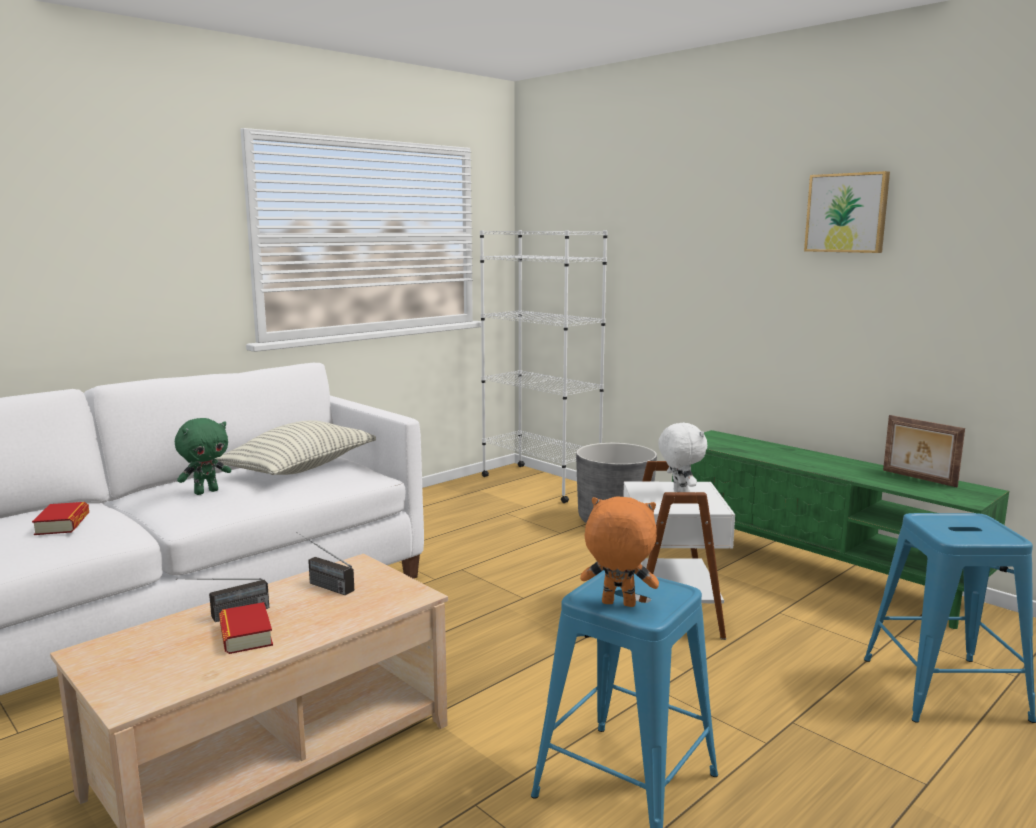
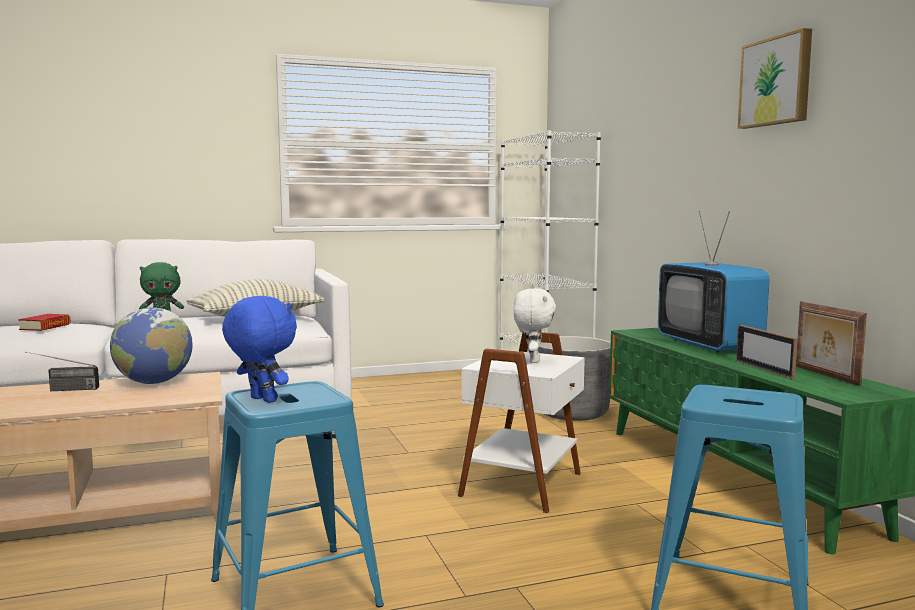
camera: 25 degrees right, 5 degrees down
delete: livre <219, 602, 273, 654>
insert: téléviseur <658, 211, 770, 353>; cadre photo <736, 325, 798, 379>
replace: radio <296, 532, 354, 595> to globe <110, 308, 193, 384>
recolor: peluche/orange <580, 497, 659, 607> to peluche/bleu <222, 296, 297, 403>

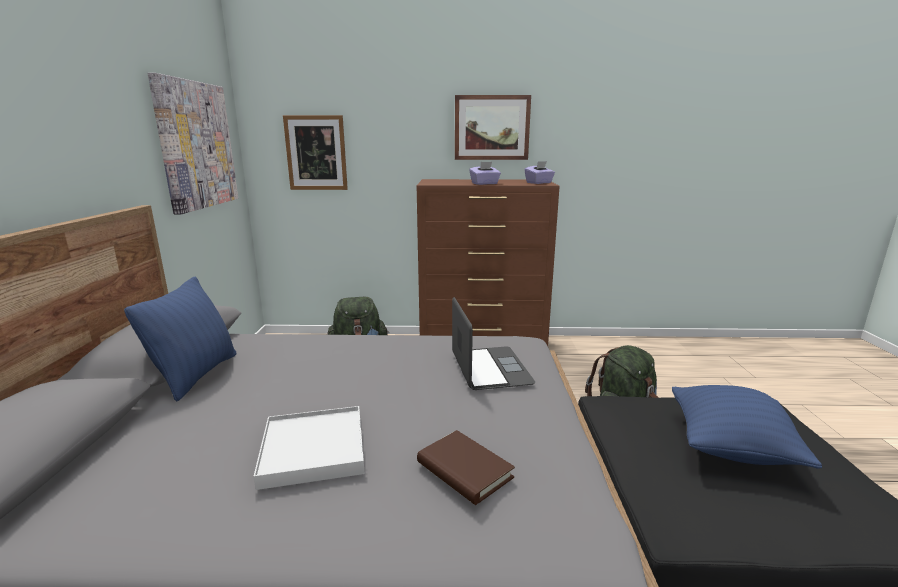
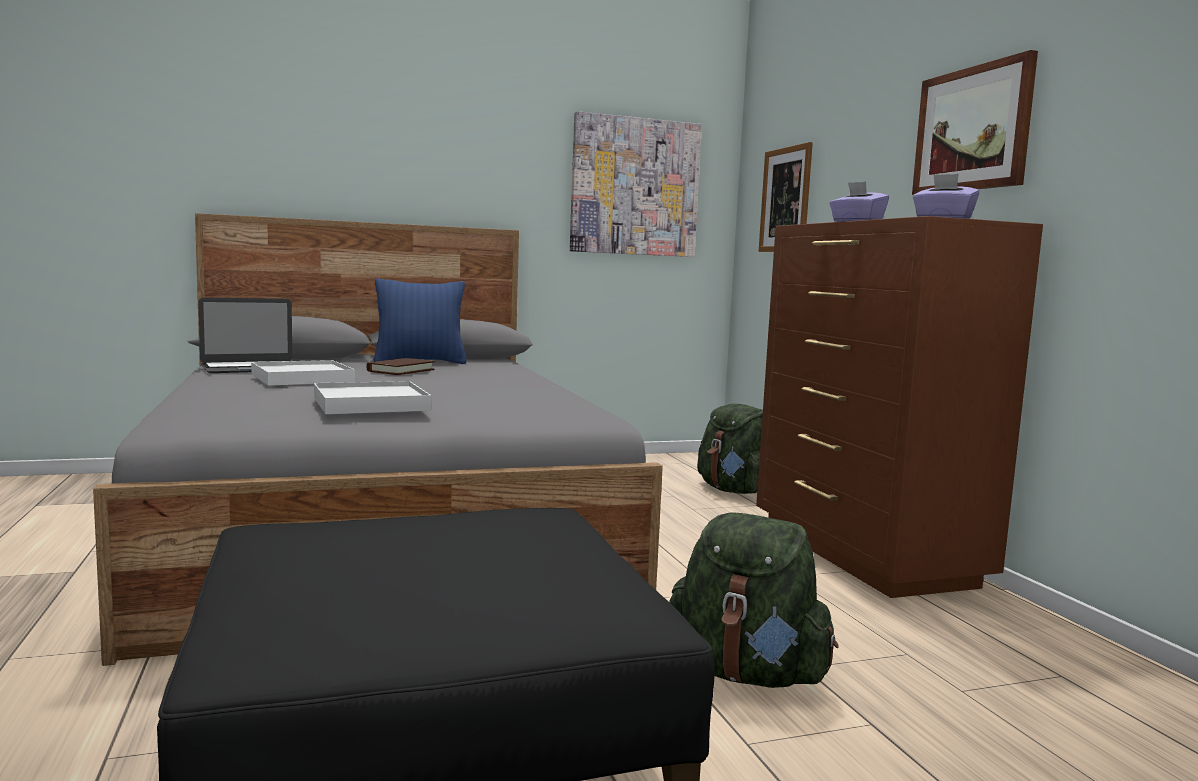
camera: 70 degrees right, 10 degrees down
delete: coussin/bleu <672, 385, 822, 469>
insert: plateau/blanc <314, 381, 431, 414>
move: livre/marron <417, 430, 515, 505> to <367, 358, 435, 375>; ordinateur portable <452, 297, 535, 390> to <198, 297, 292, 373>

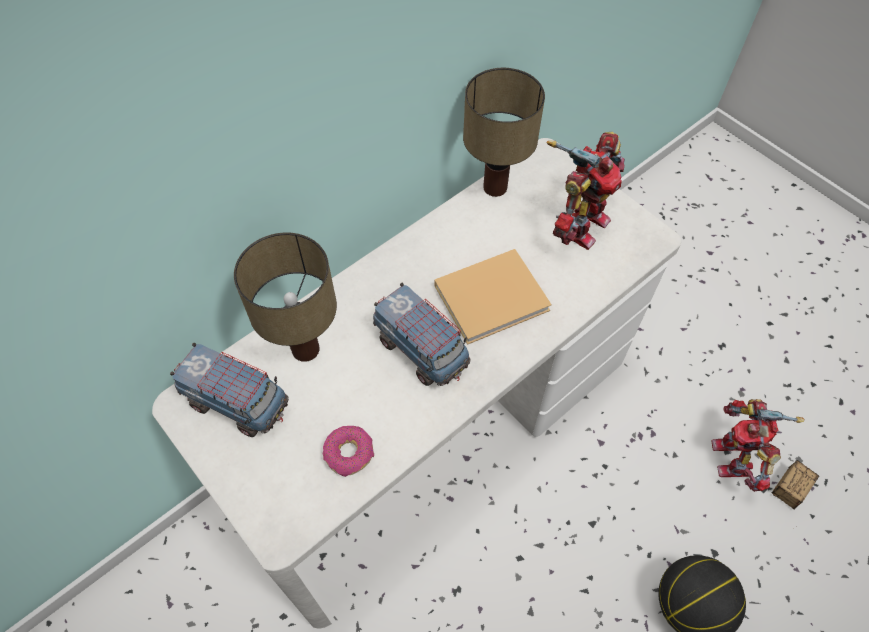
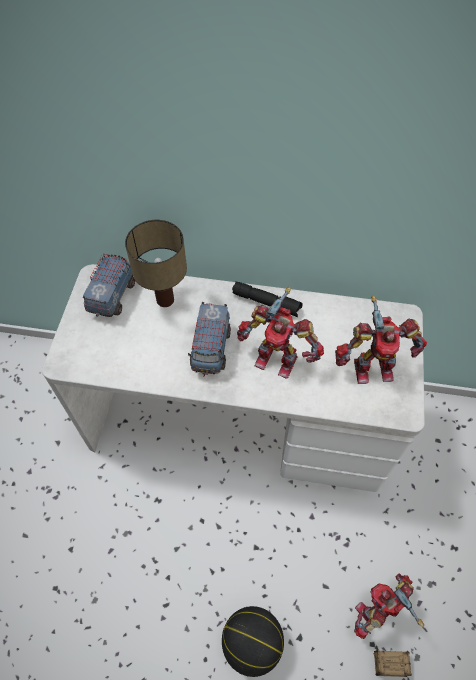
camera: 50 degrees right, 0 degrees up
delete: beignet <323, 426, 374, 477>; lampe de table <463, 68, 545, 197>
insert: lampe de poche/noir <232, 281, 303, 317>
replace: livre/beige <434, 249, 552, 345> to robot jouet <237, 287, 324, 379>
rotate: camion jouet <170, 343, 289, 437> = <83, 254, 135, 317> 150 degrees counterclockwise

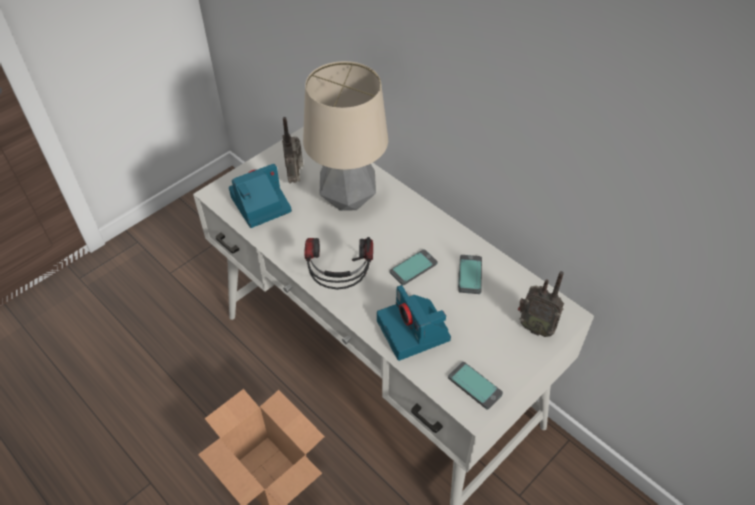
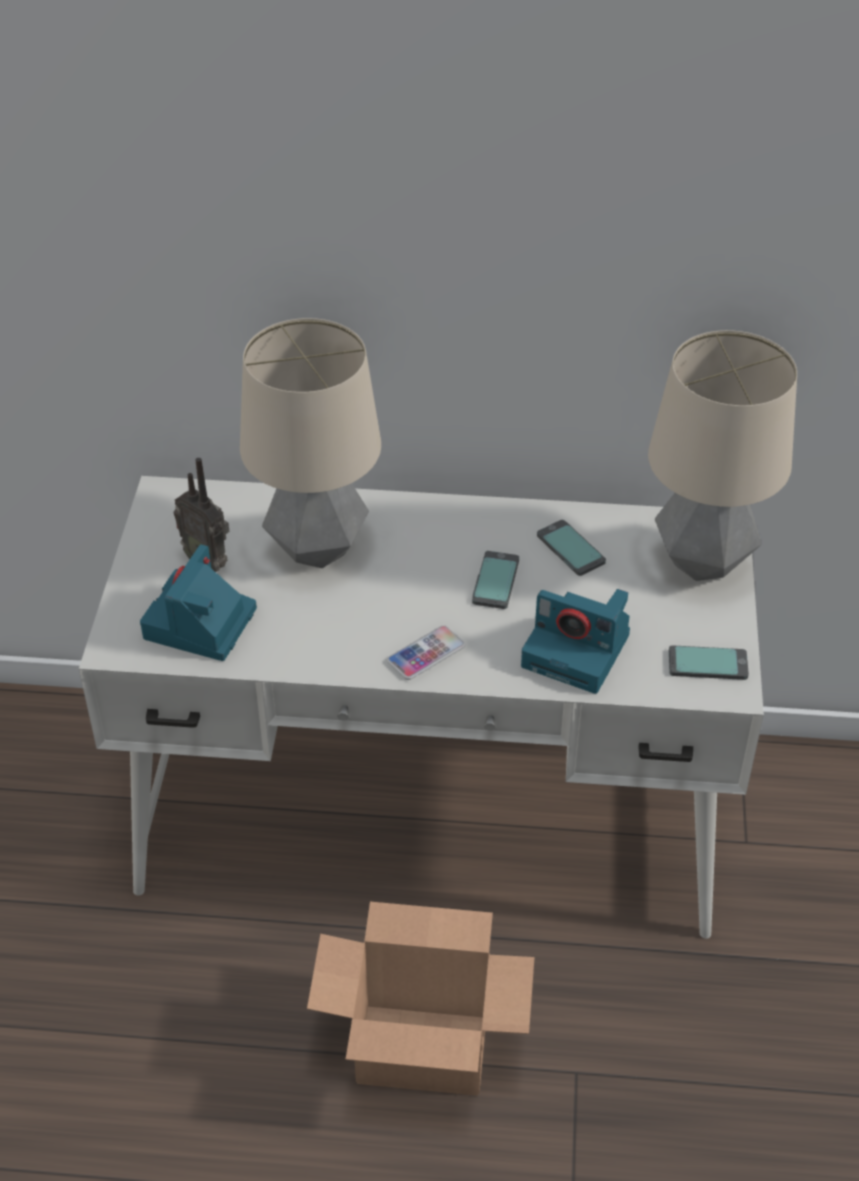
camera: 40 degrees left, 5 degrees down
replace: casque audio <304, 237, 373, 290> to téléphone <387, 625, 465, 680>; radio <518, 271, 564, 337> to lampe de table <648, 330, 797, 581>

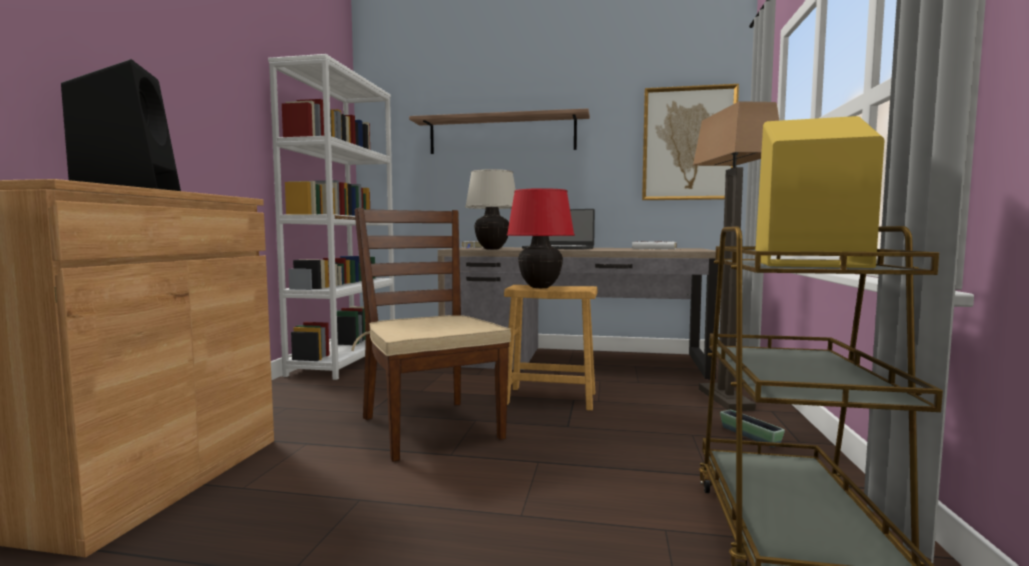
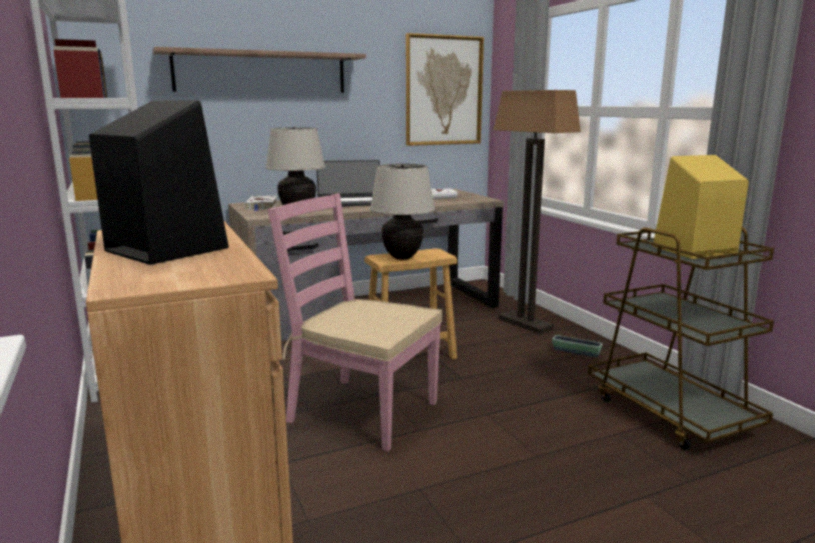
camera: 35 degrees left, 10 degrees up
recolor: chaise/marron <351, 208, 511, 462> to chaise/rose <268, 193, 443, 452>; lampe de table/rouge <507, 188, 575, 288> to lampe de table/beige <370, 164, 435, 260>

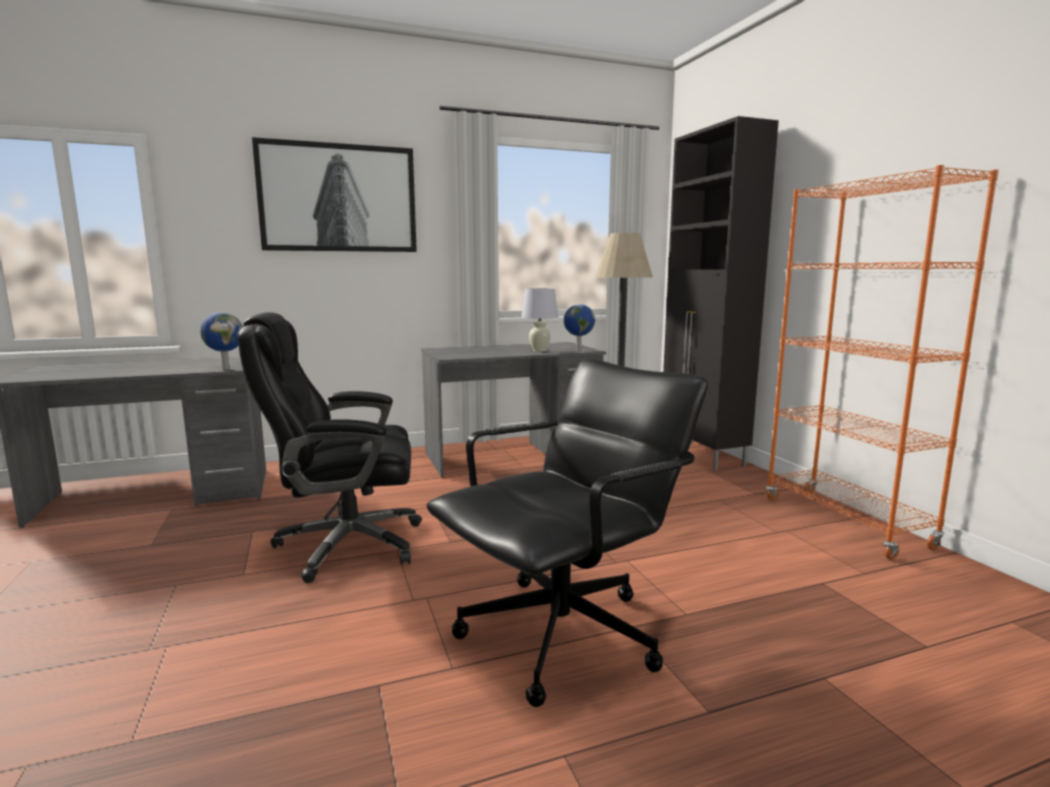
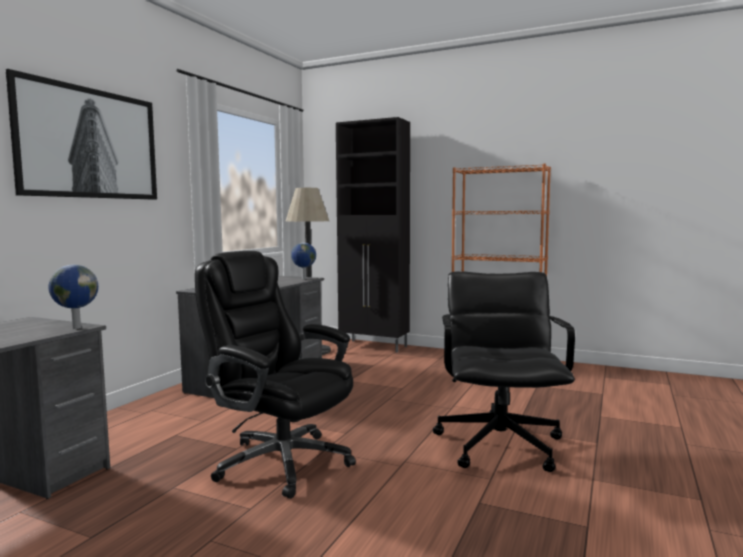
camera: 45 degrees left, 5 degrees down
delete: lampe de table/blanc <522, 288, 559, 352>
rotate: chaise de bureau/noir <237, 312, 422, 583> = <195, 251, 356, 499> 90 degrees clockwise

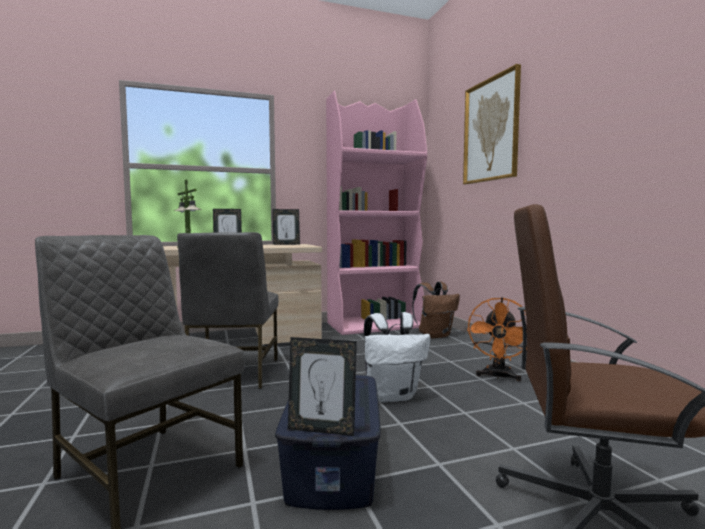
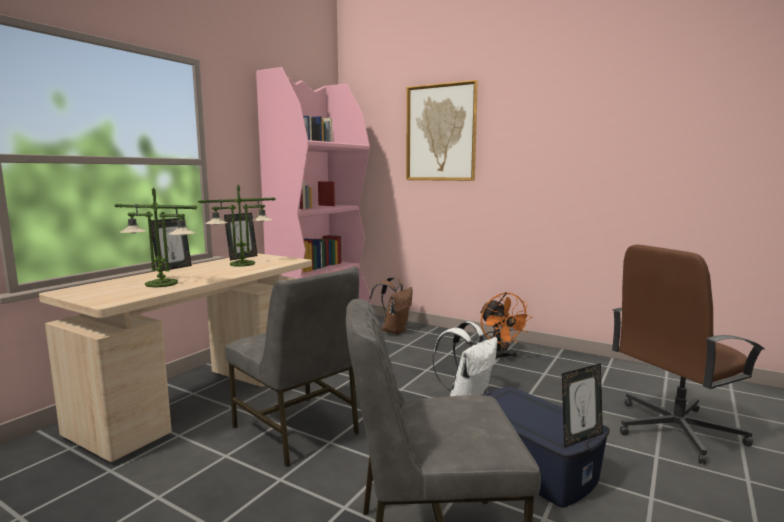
camera: 40 degrees left, 5 degrees up
insert: lampe de table <198, 185, 276, 267>

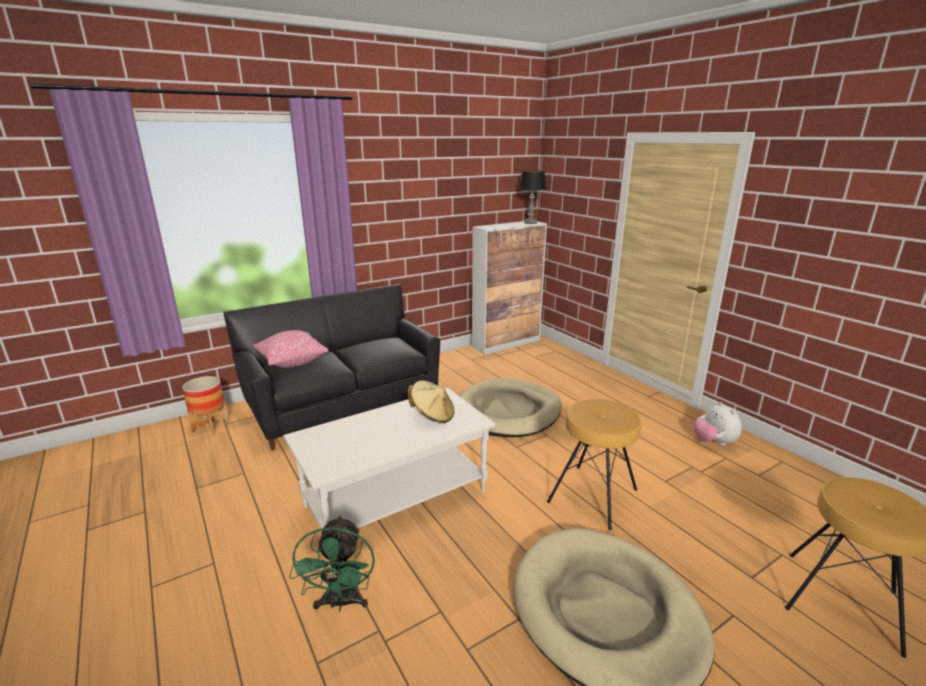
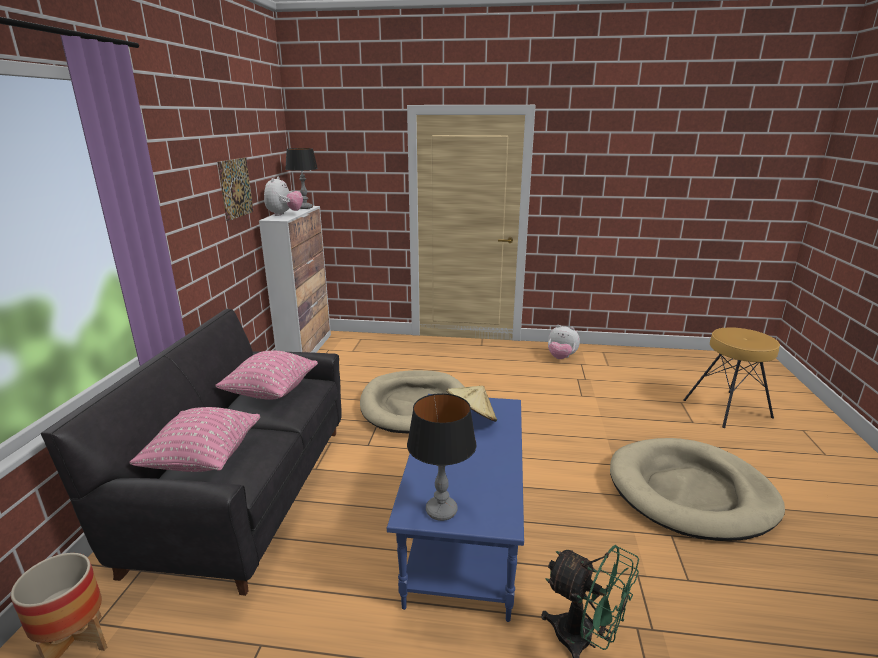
camera: 50 degrees left, 0 degrees up
delete: tabouret/marron <547, 399, 642, 530>
insert: coussin/rose <215, 351, 318, 400>; tableau <217, 157, 254, 221>; peluche <264, 177, 303, 216>; lampe de table <407, 393, 477, 521>
recolor: table basse/blanc <284, 388, 495, 528> to table basse/bleu <387, 394, 524, 622>

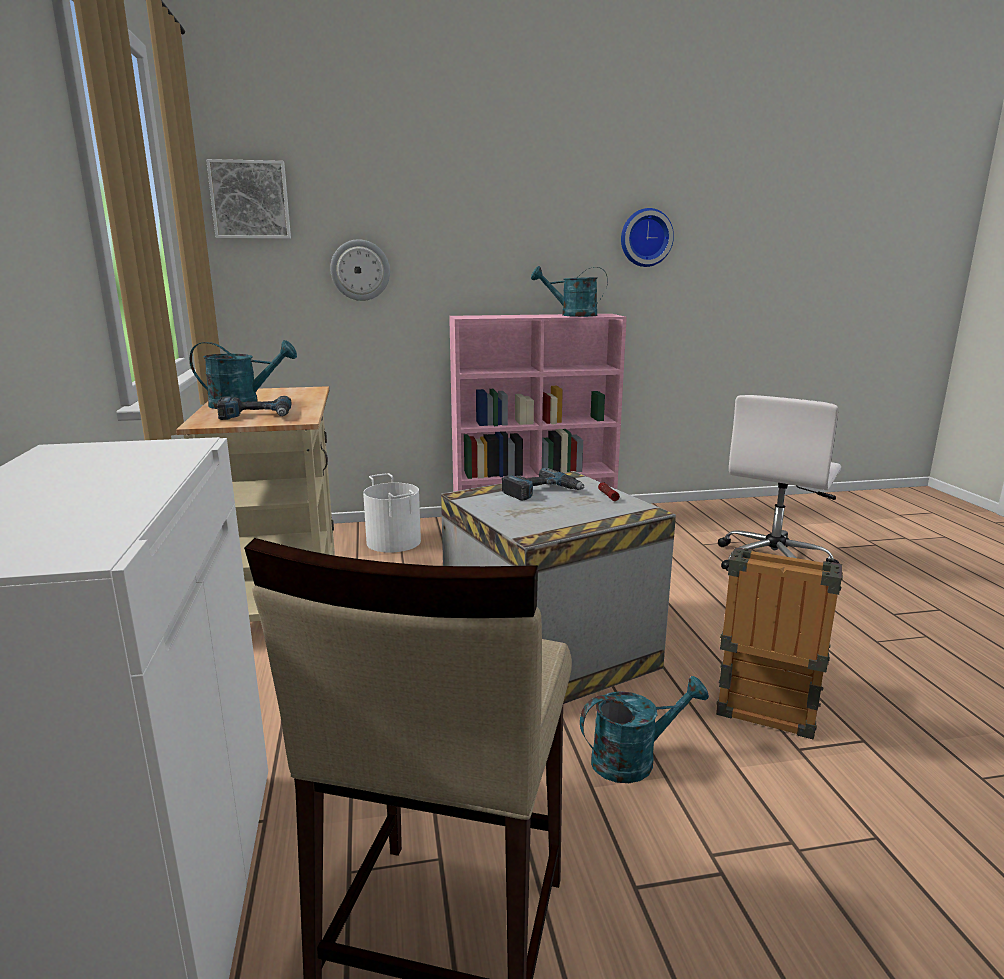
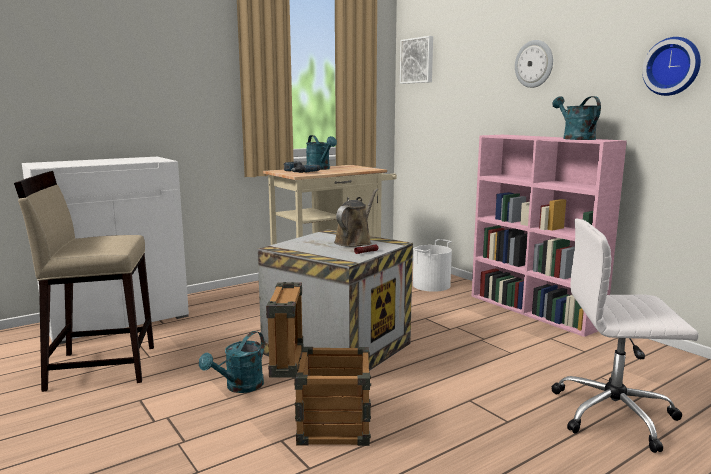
camera: 65 degrees right, 5 degrees down
move: horloge murale <330, 239, 390, 301> to <515, 40, 553, 88>
replace: perceuse <502, 468, 585, 500> to arrosoir/marron <334, 189, 378, 247>
rotate: arrosoir/turquoise <580, 676, 709, 783> = <199, 331, 265, 393> 75 degrees clockwise

